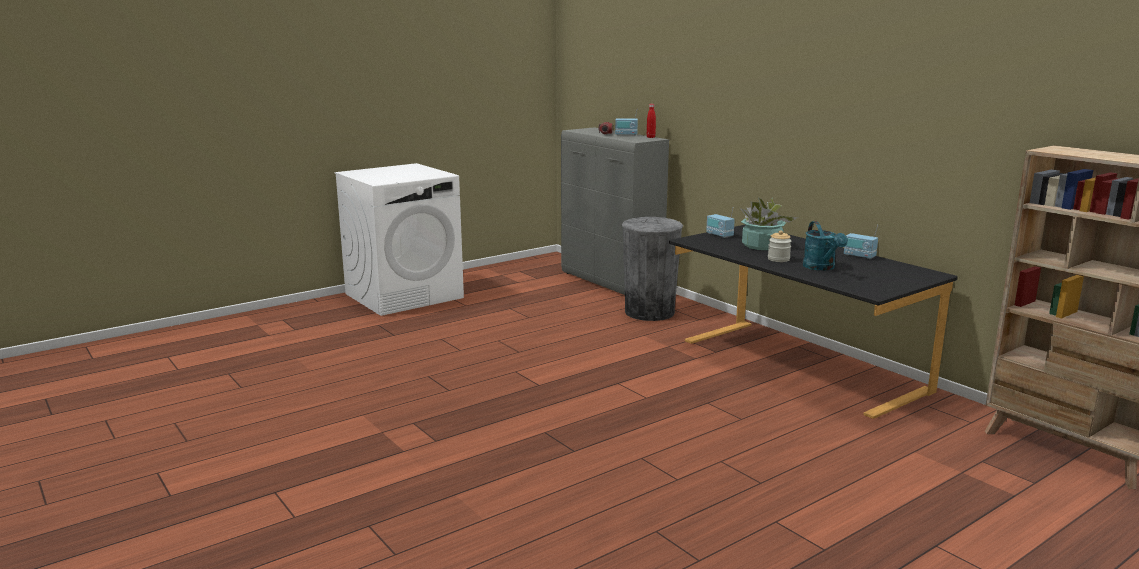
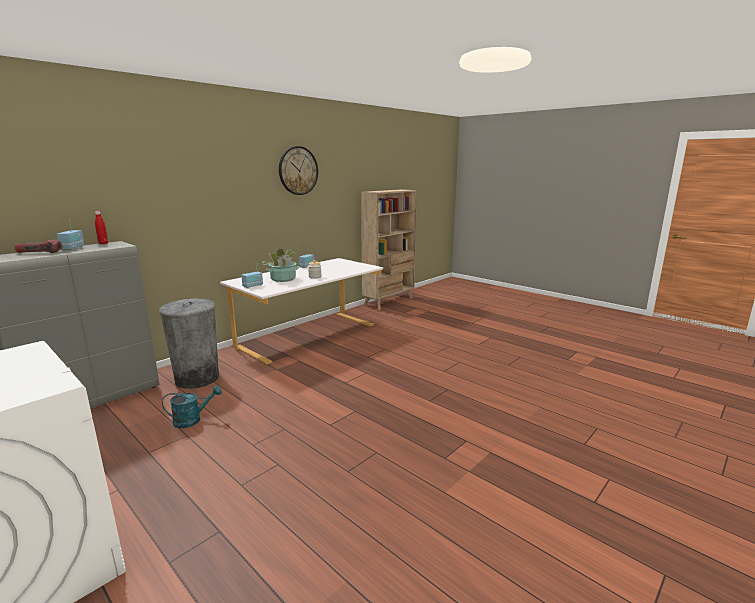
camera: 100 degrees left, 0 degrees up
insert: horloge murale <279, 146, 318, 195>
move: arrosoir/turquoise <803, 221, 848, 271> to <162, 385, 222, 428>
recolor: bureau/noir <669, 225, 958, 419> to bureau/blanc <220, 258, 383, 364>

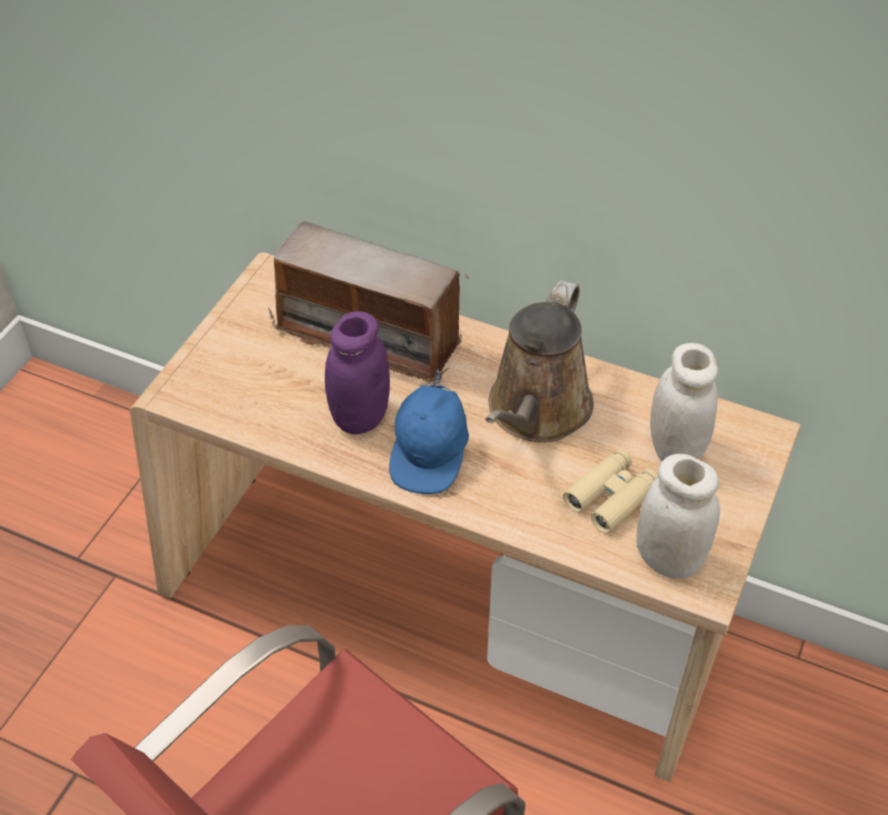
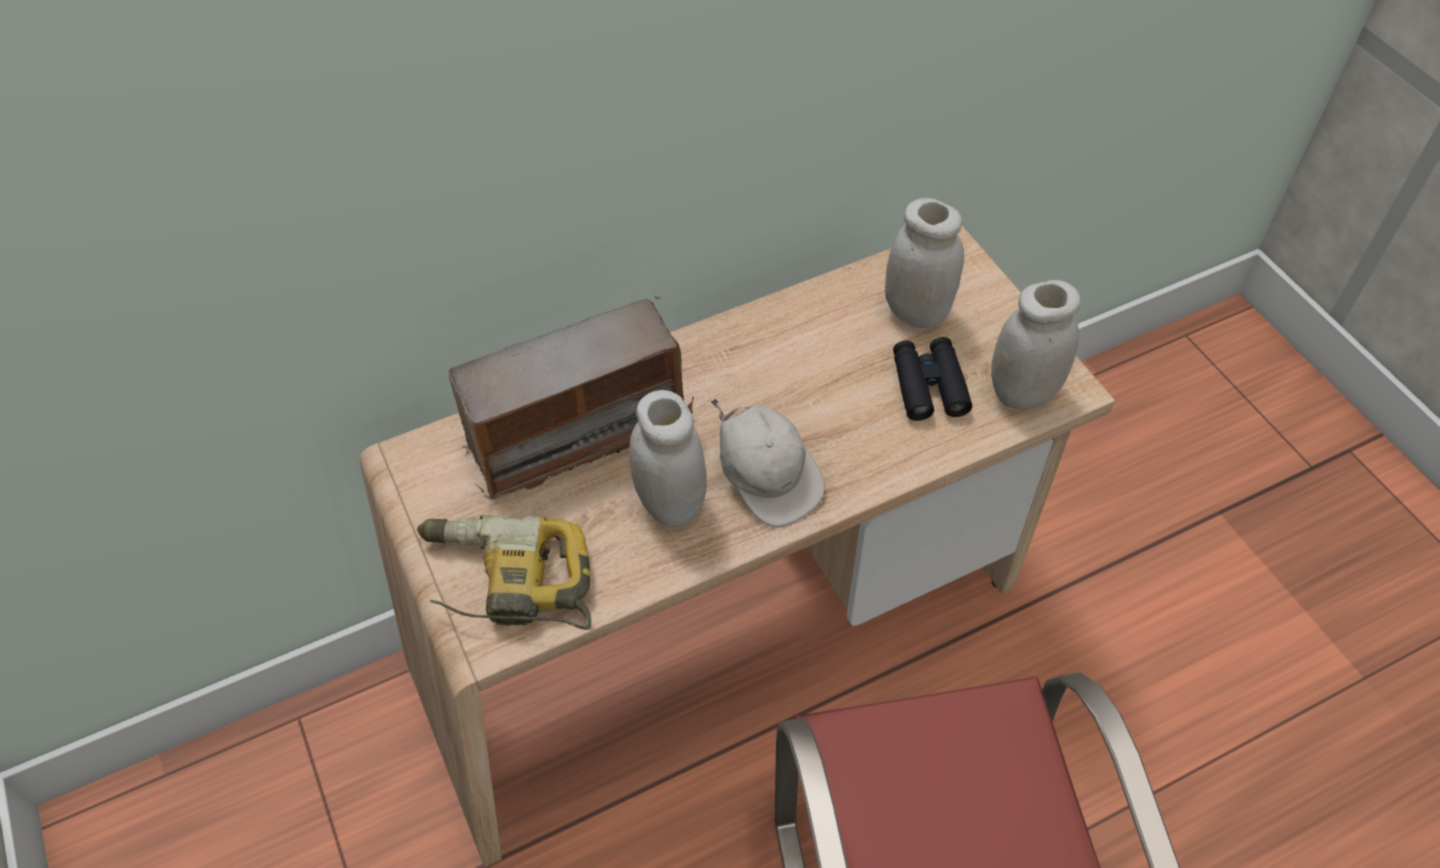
camera: 50 degrees left, 5 degrees up
delete: arrosoir/marron <486, 280, 594, 443>
insert: perceuse <417, 515, 591, 630>
recolor: bocal/violet <325, 311, 390, 434> to bocal/blanc <629, 390, 707, 527>; casquette/bleu <389, 369, 469, 494> to casquette/blanc <711, 398, 825, 528>; jumelles/beige <563, 449, 658, 534> to jumelles/noir <893, 337, 972, 421>

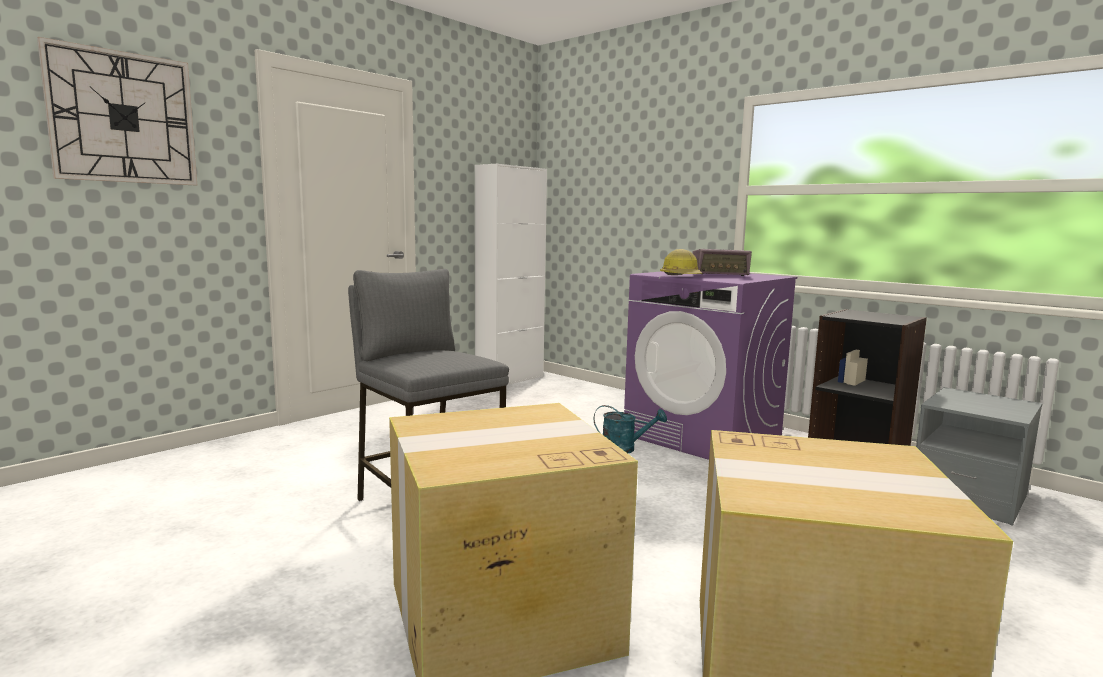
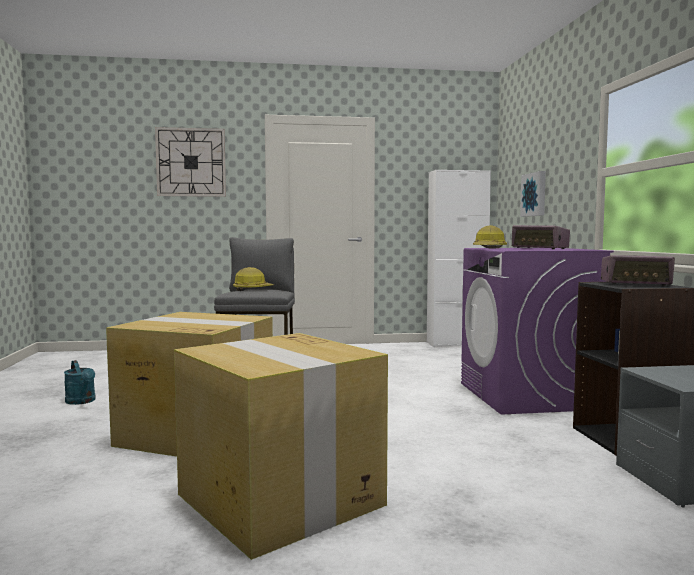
camera: 40 degrees right, 5 degrees down
insert: casque de chantier <233, 267, 274, 291>; tableau <520, 171, 546, 217>; radio <601, 255, 675, 286>
move: arrosoir/turquoise <594, 405, 667, 453> to <64, 360, 96, 405>

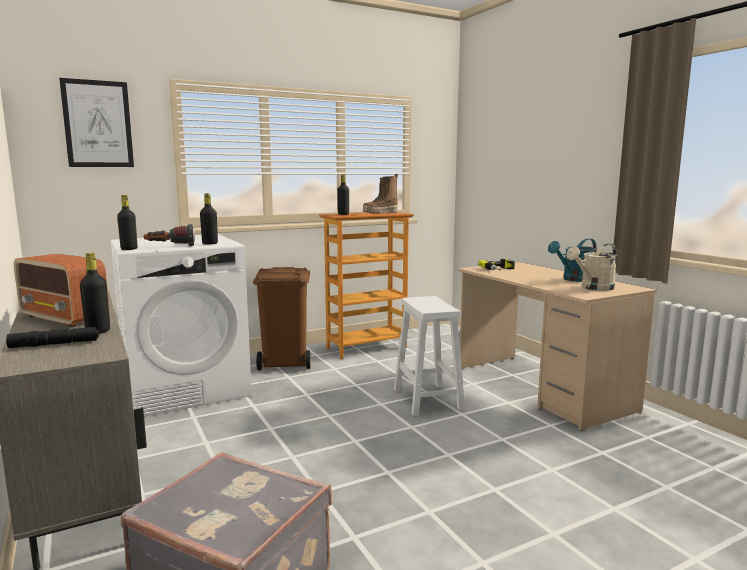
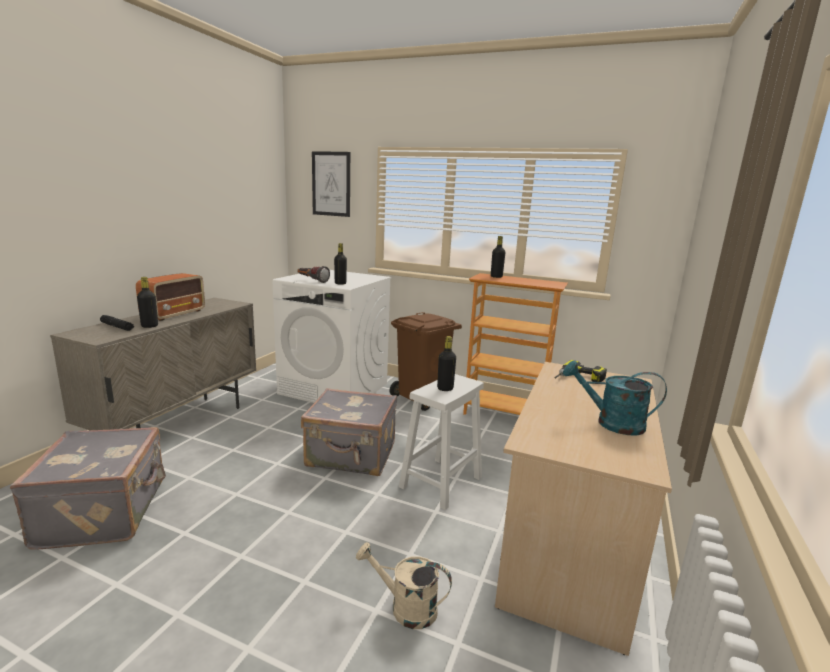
camera: 50 degrees right, 5 degrees up
delete: botte <363, 174, 398, 214>
insert: valise/gris <301, 388, 397, 476>
move: bouteille/noir <117, 195, 137, 250> to <437, 336, 456, 391>; arrosoir/beige <566, 244, 617, 291> to <356, 542, 452, 629>
rotate: radio <14, 254, 109, 327> = <136, 273, 205, 321> 150 degrees counterclockwise

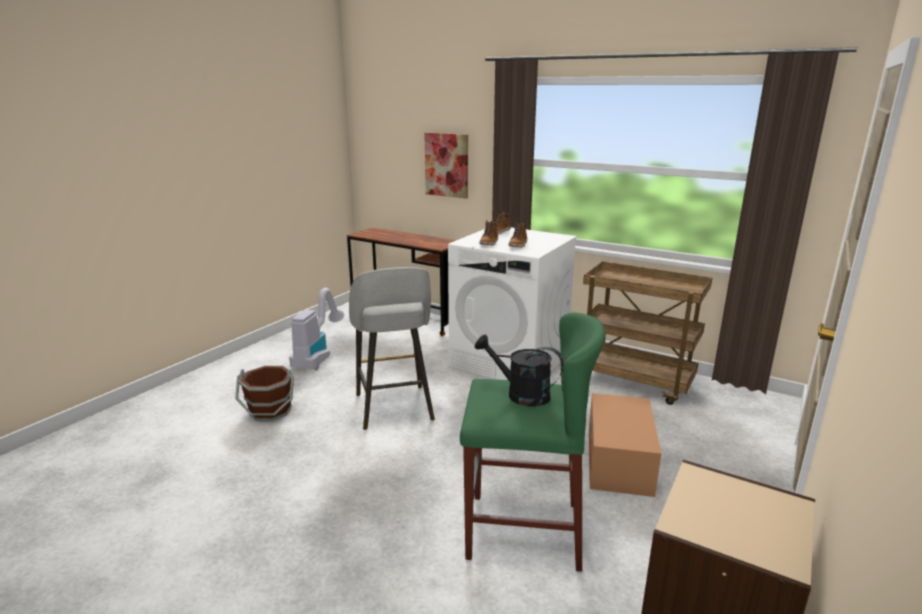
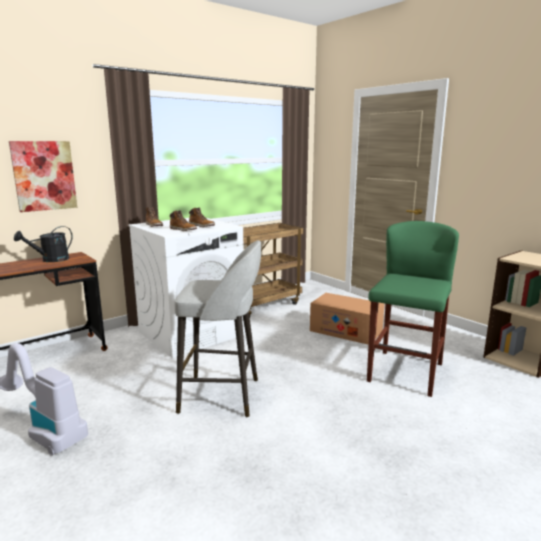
camera: 70 degrees left, 5 degrees down
delete: seau/marron <235, 366, 294, 421>
move: arrosoir/noir <475, 335, 564, 407> to <14, 226, 73, 262>

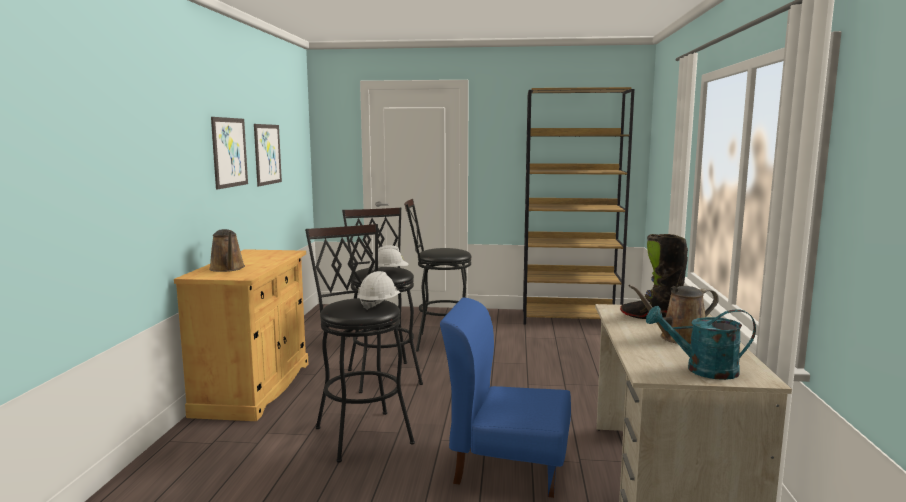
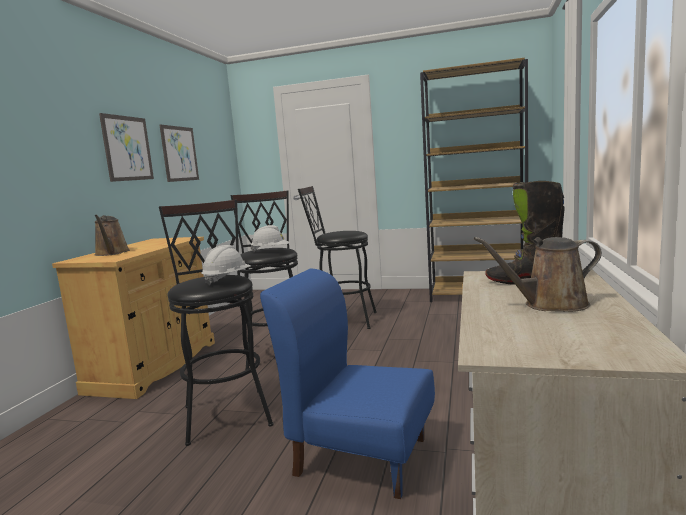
camera: 10 degrees right, 0 degrees up
delete: arrosoir/turquoise <646, 306, 756, 380>

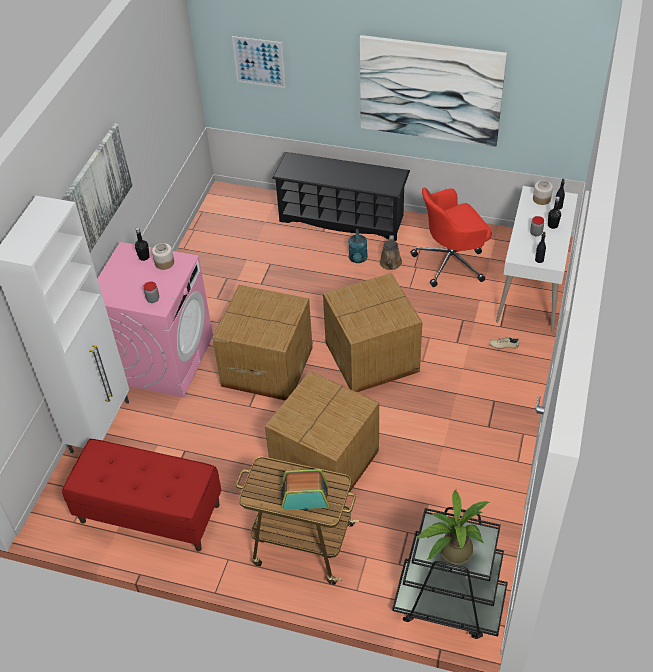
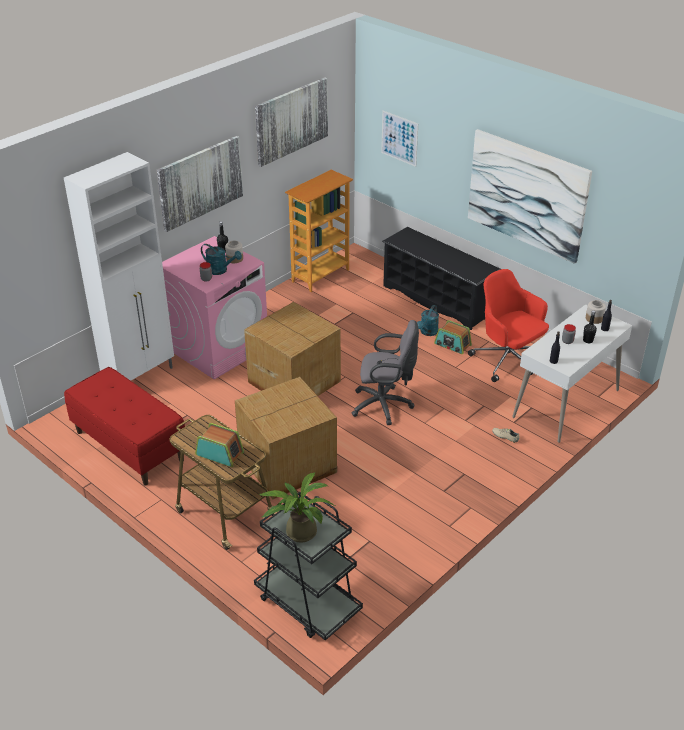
camera: 25 degrees right, 10 degrees down
insert: arrosoir/turquoise <201, 244, 242, 275>; tableau <255, 77, 328, 167>; bibliothèque <285, 170, 353, 292>
replace: carton <323, 273, 422, 392> to chaise de bureau/gris <351, 320, 419, 425>; arrosoir/marron <379, 235, 402, 270> to radio <434, 320, 472, 354>
rotate: chaise de bureau/rouge <410, 187, 492, 287> = <468, 269, 549, 382> 45 degrees clockwise

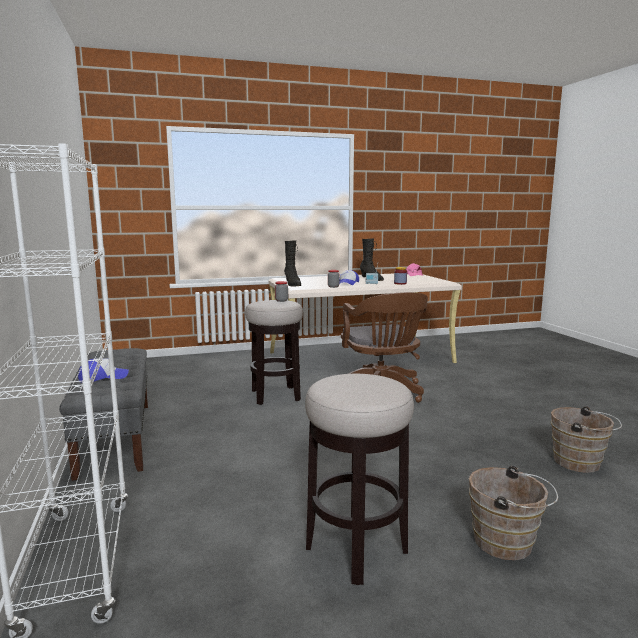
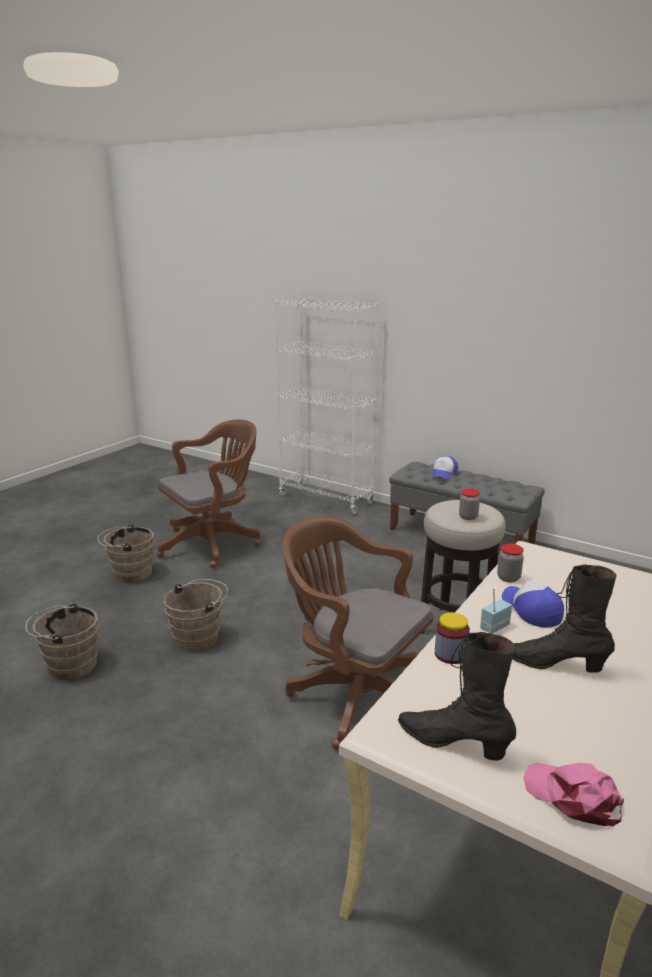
camera: 140 degrees right, 10 degrees up
insert: seau/marron <163, 579, 228, 651>
move: botte/noir <284, 240, 301, 286> to <398, 632, 516, 761>
replace: tabouret <305, 374, 414, 585> to chaise de bureau/marron <157, 419, 261, 568>

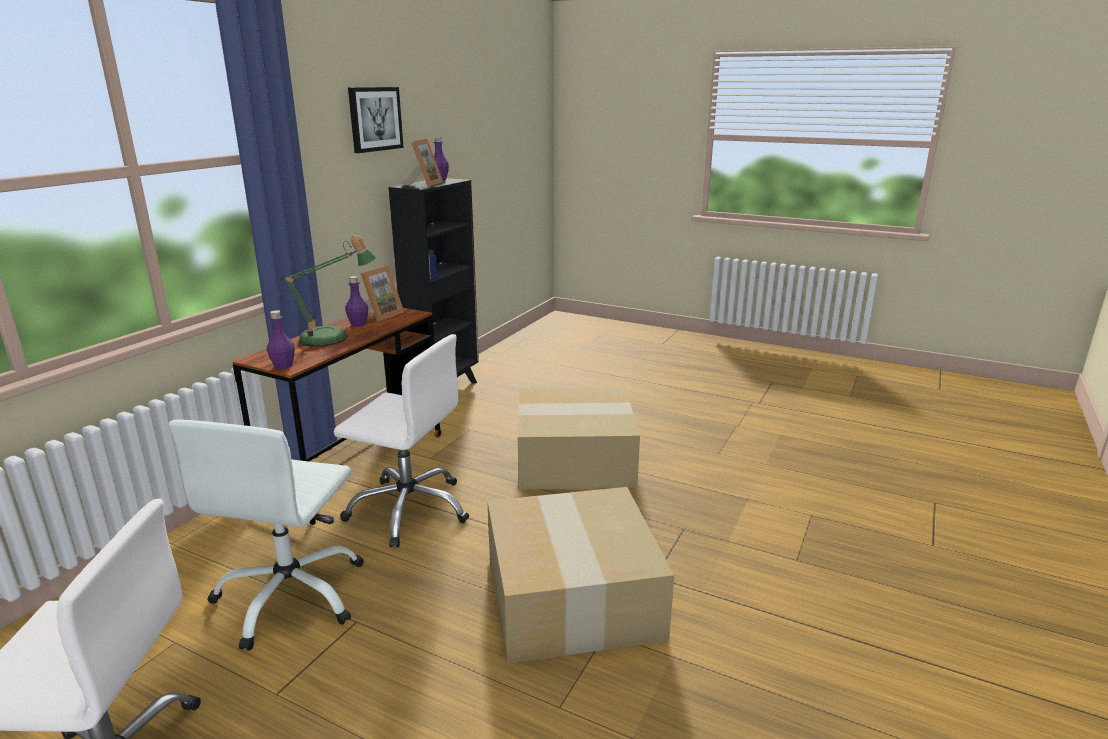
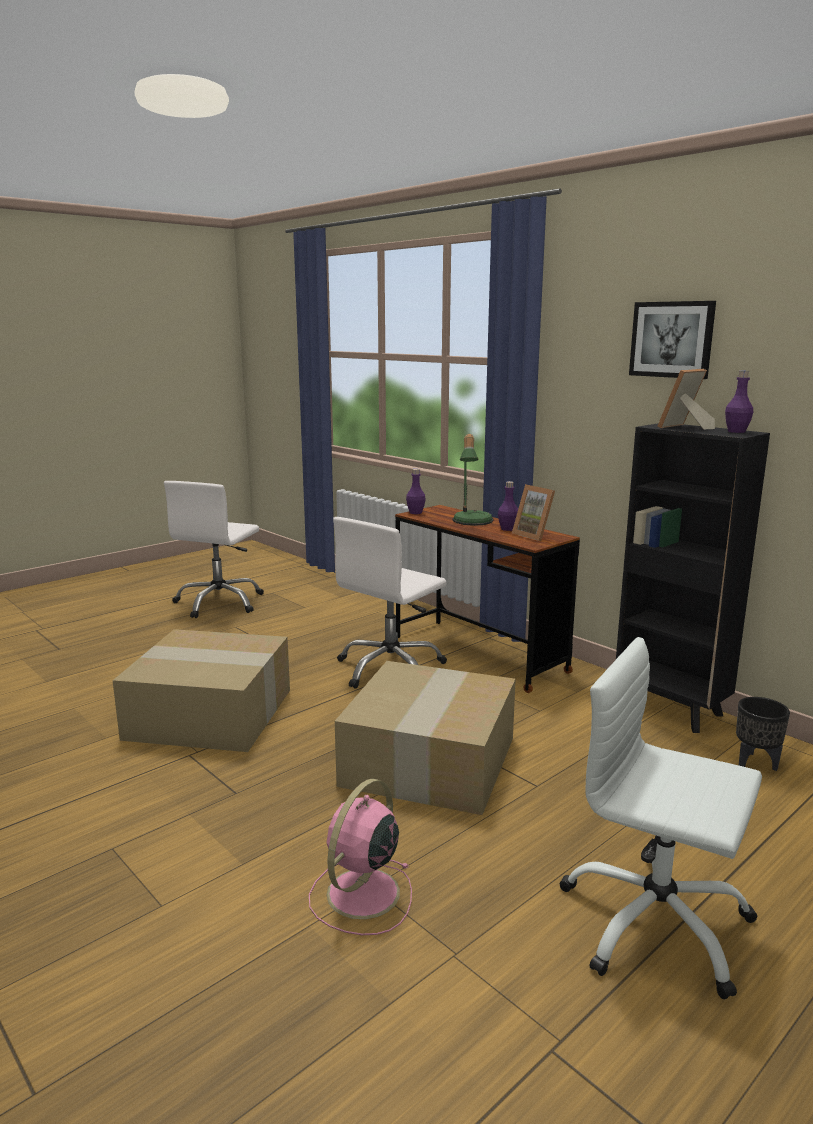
camera: 110 degrees right, 5 degrees down
insert: ventilateur/rose <309, 778, 412, 935>; cache-pot/noir <736, 697, 790, 771>
move: chaise de bureau/blanc <169, 420, 364, 651> to <559, 637, 762, 1000>
rotate: cadre photo <403, 139, 443, 187> = <657, 369, 715, 429> 105 degrees clockwise

